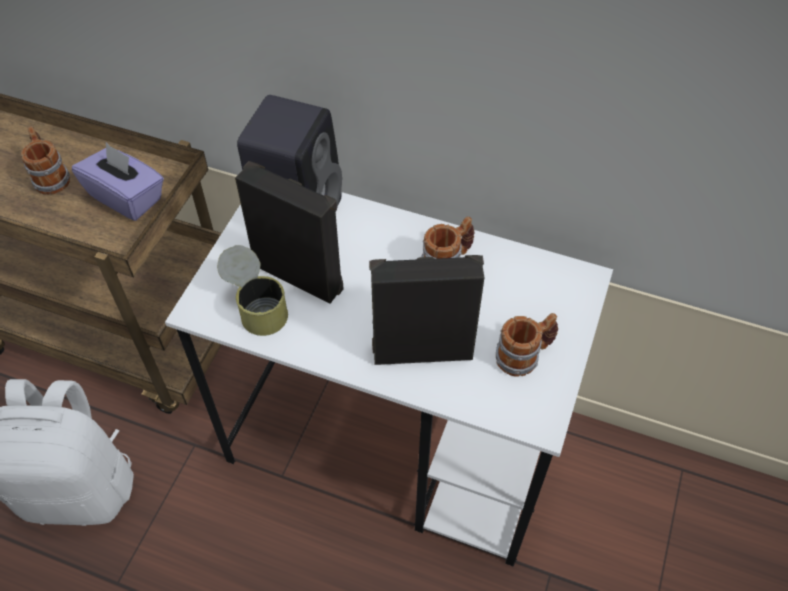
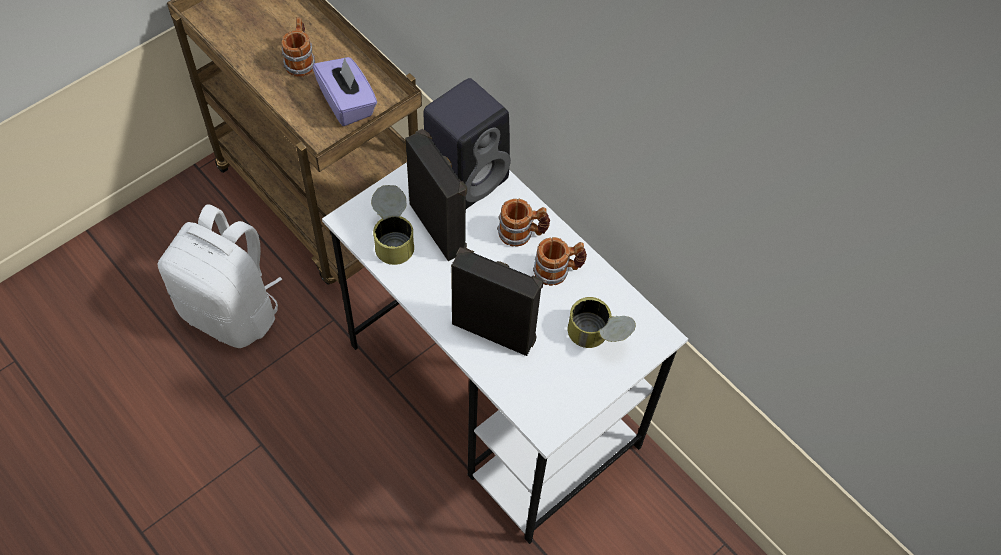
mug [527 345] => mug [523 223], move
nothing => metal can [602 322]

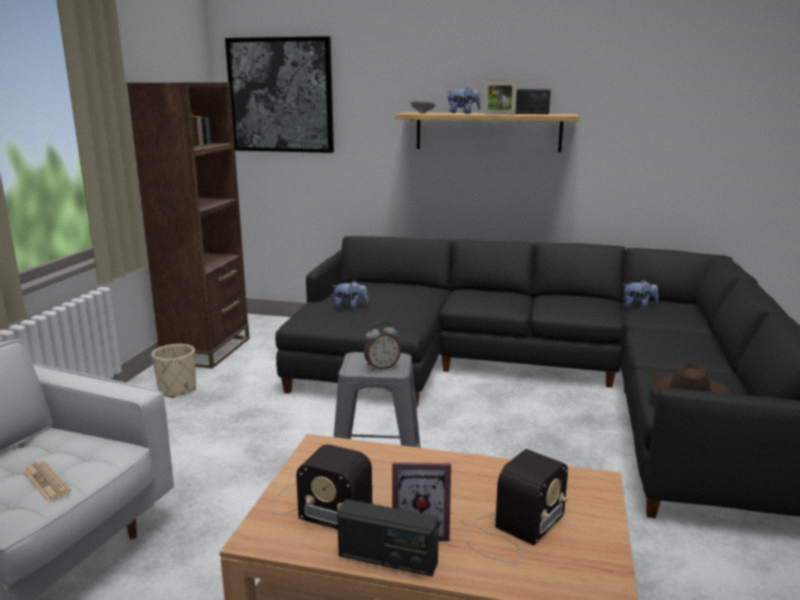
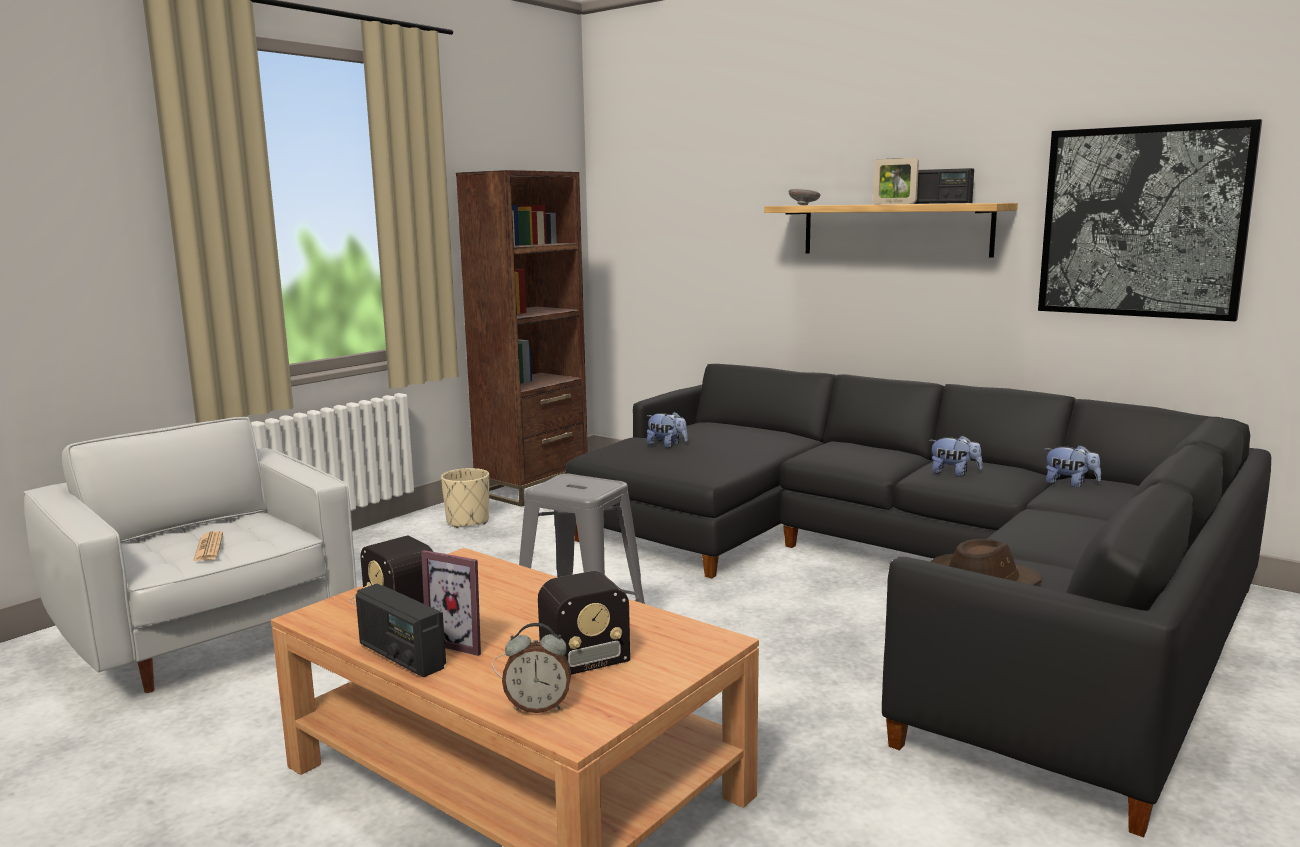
alarm clock [382 345] => alarm clock [536 668], move
plush toy [464 101] => plush toy [955 456], move
wall art [279 94] => wall art [1150 220], move

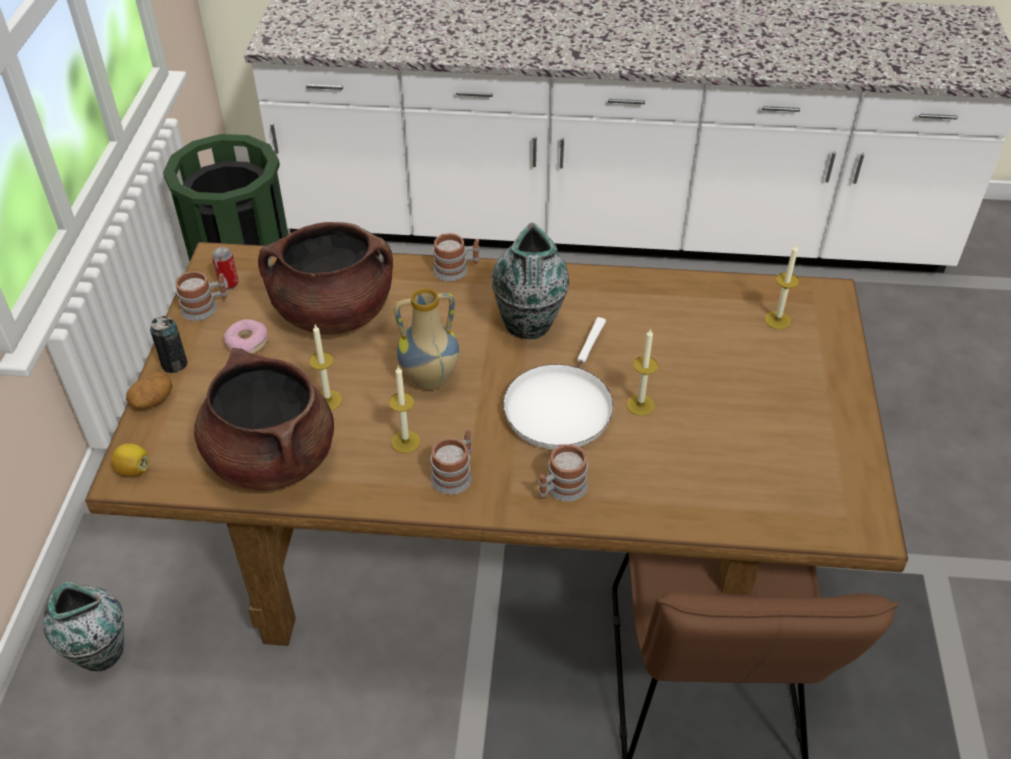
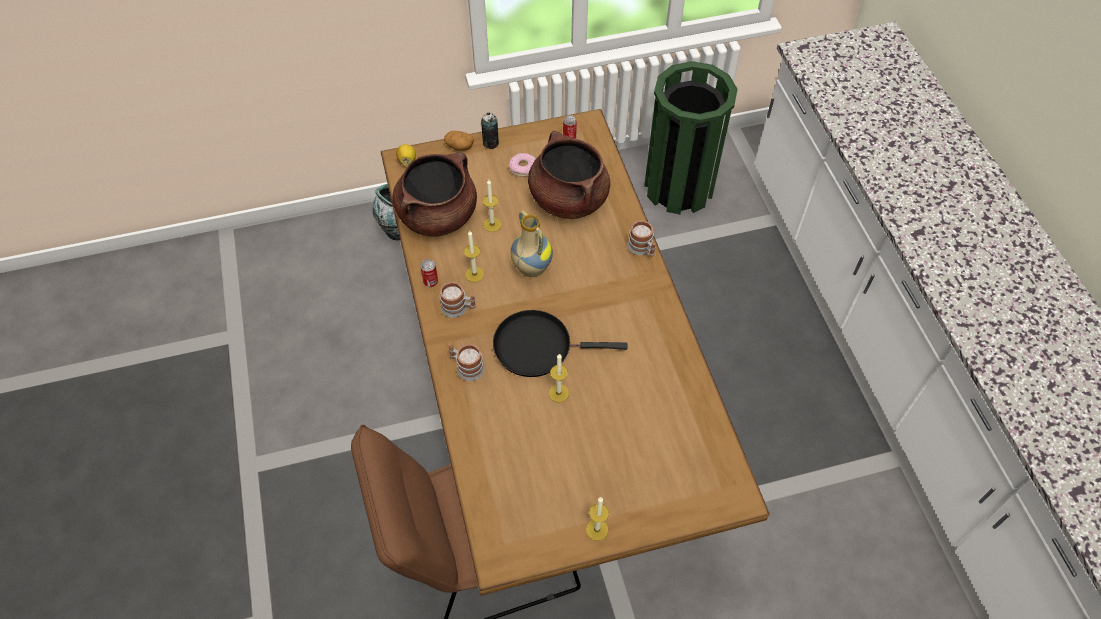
nothing => metal can [429 273]
white-coloured skillet [558 383] => blackish skillet [560 343]
wax candle [782 286] => wax candle [597 519], move
mug [201 296] => nothing
decorative vase [530 280] => nothing

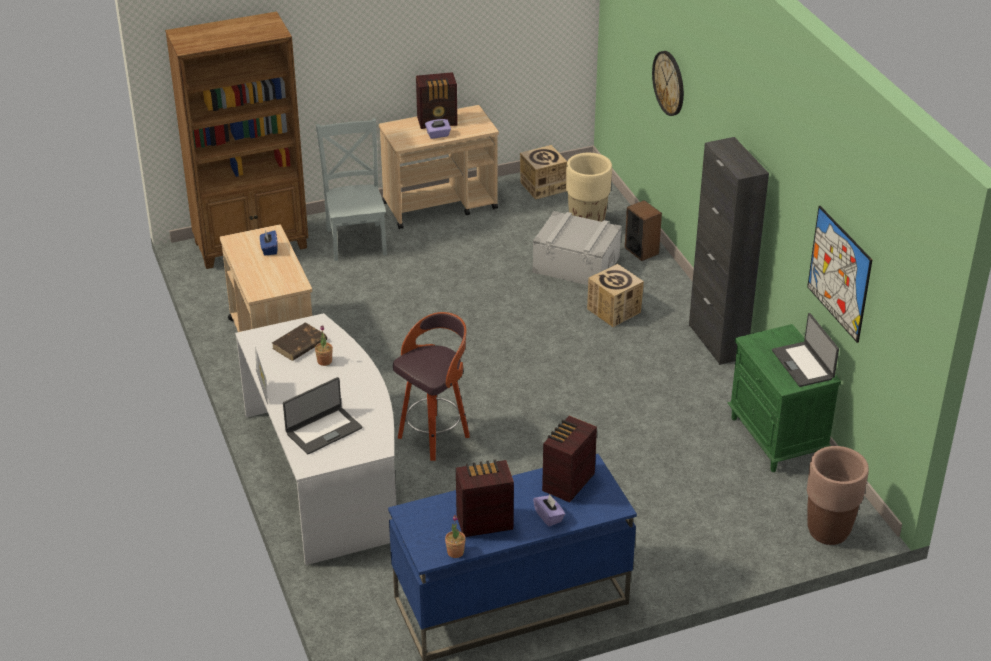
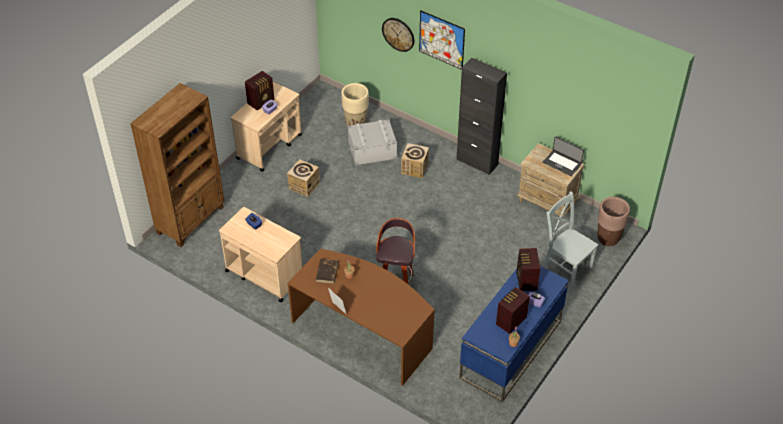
packing box [543 172] => packing box [303 178], move
white-coloured desk unit [315 439] => brownish desk unit [361 317]
wall art [839 274] => wall art [442 40], move
greenish night table [784 398] => beige night table [551 180]
gray chair [351 189] => gray chair [570 238], move
portable computer [322 416] => nothing
speaker [643 230] => nothing

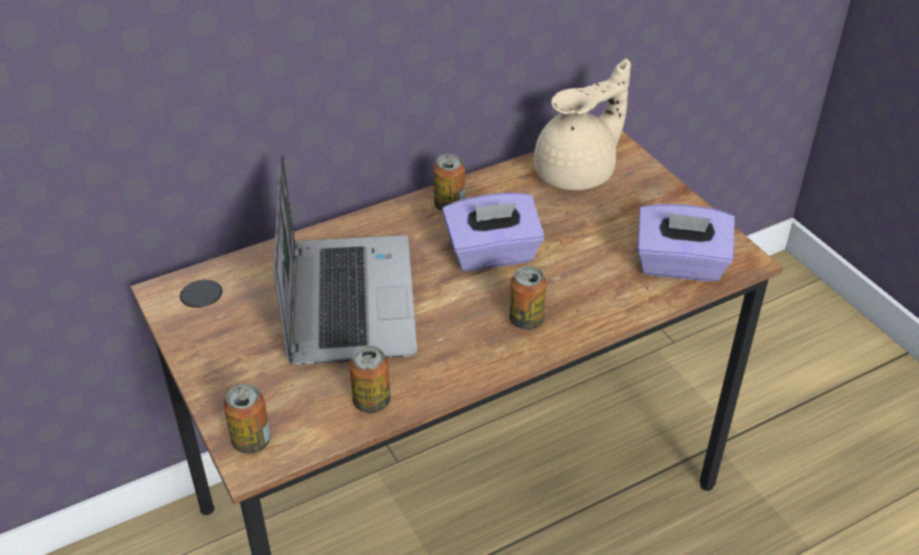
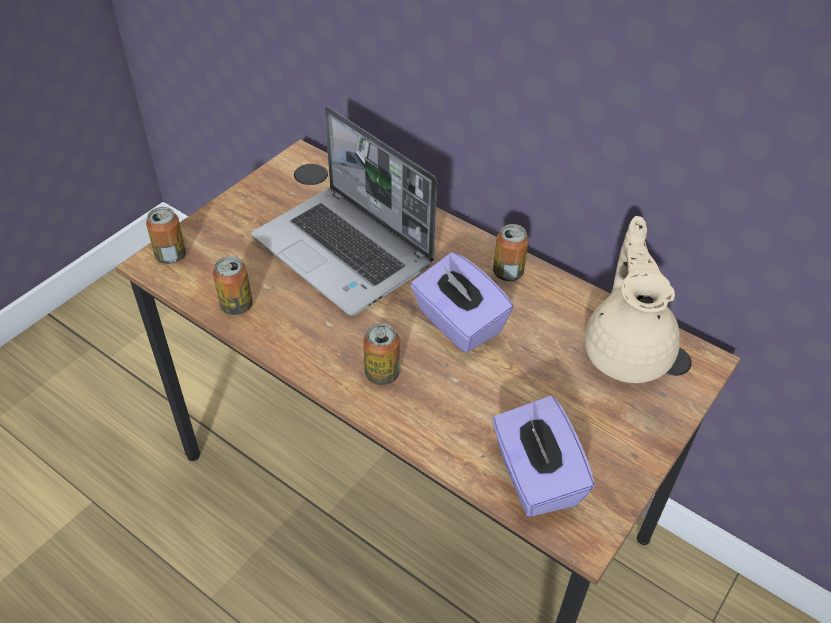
portable computer [345 259] => portable computer [344 211], 75 degrees clockwise
beige tea pot [582 124] => beige tea pot [632 299], 120 degrees counterclockwise

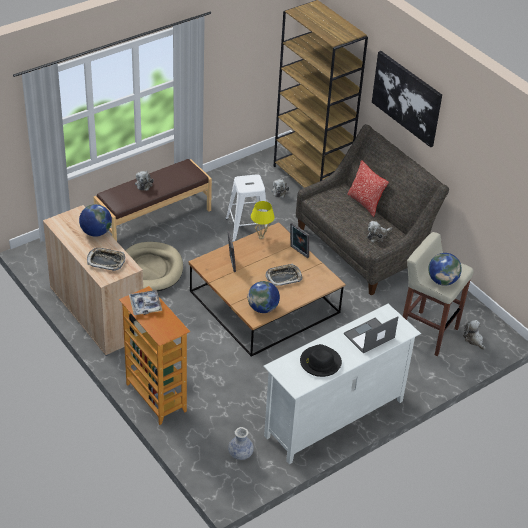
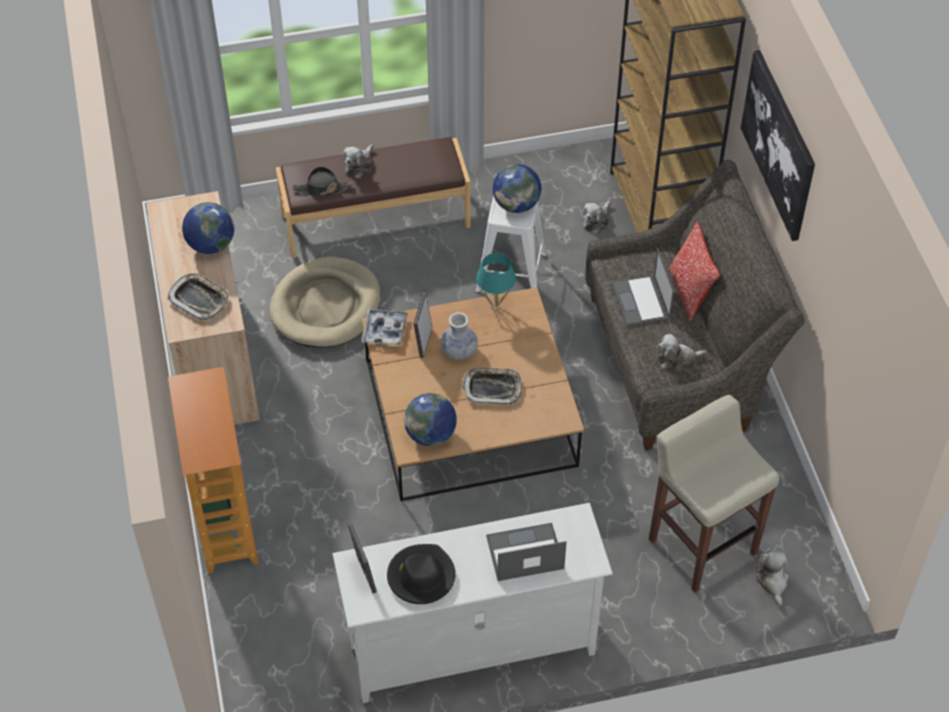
nothing => blackish wearable hat [322 181]
picture frame [299 240] => picture frame [362 558], move
serving tray [145 302] => serving tray [384 327], move
decorative vase [241 443] => decorative vase [459 336], move
yellowish table lamp [263 220] => turquoise table lamp [496 281]
desk globe [445 269] => desk globe [517 188], move
nothing => portable computer [643 287]

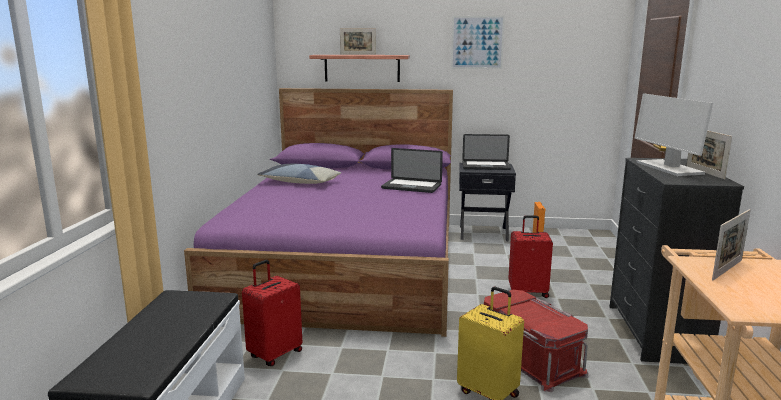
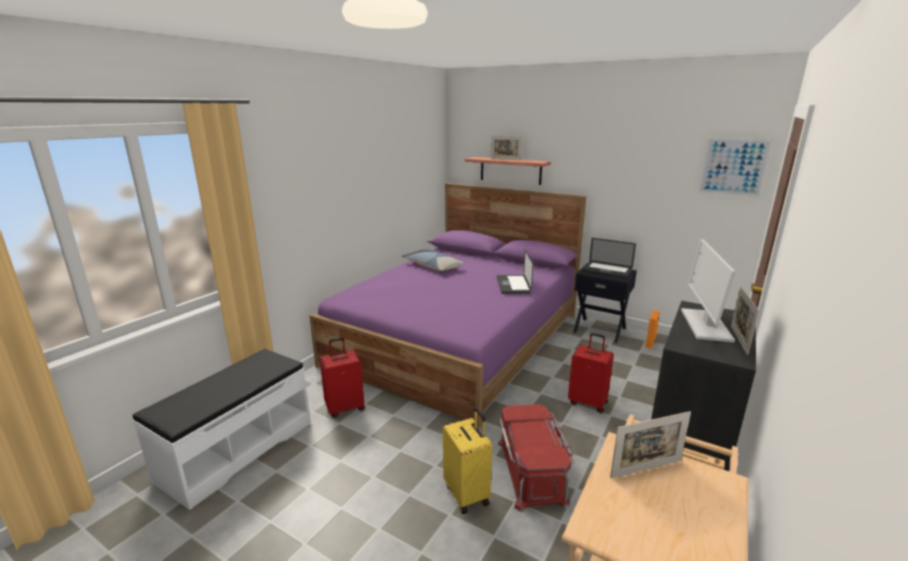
portable computer [412 170] => portable computer [515 271], 45 degrees clockwise
wall art [478 42] => wall art [736 167], move

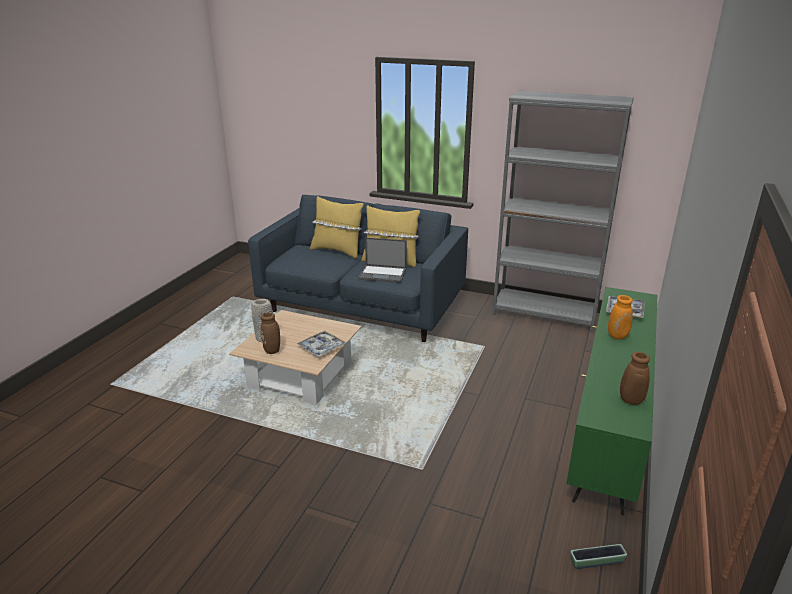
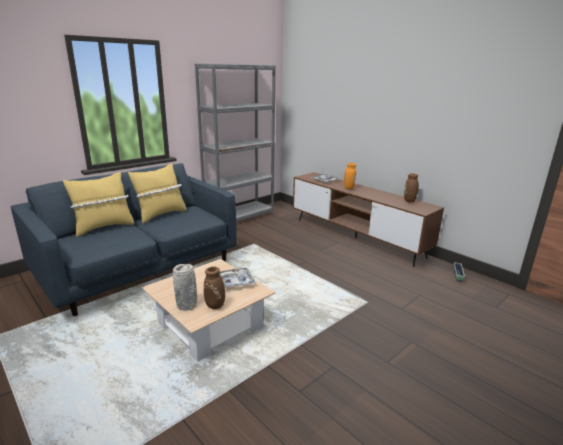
greenish tv unit [611 401] => brownish tv unit [368 219]
portable computer [382 260] => nothing

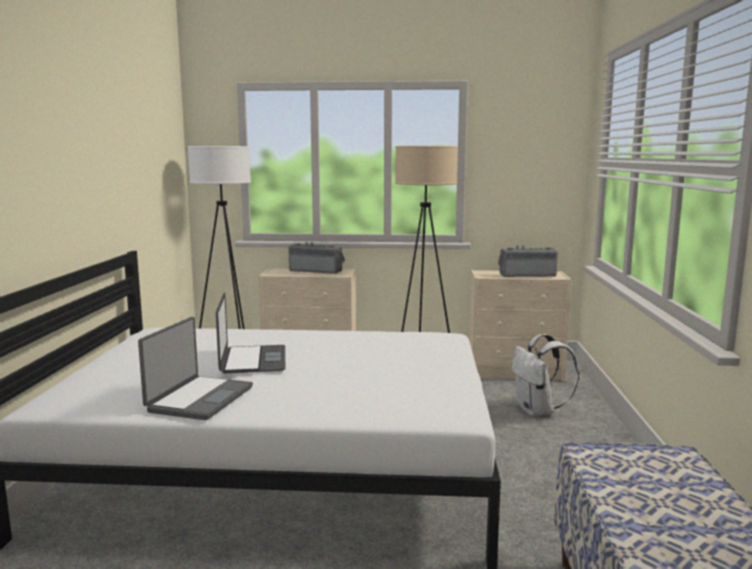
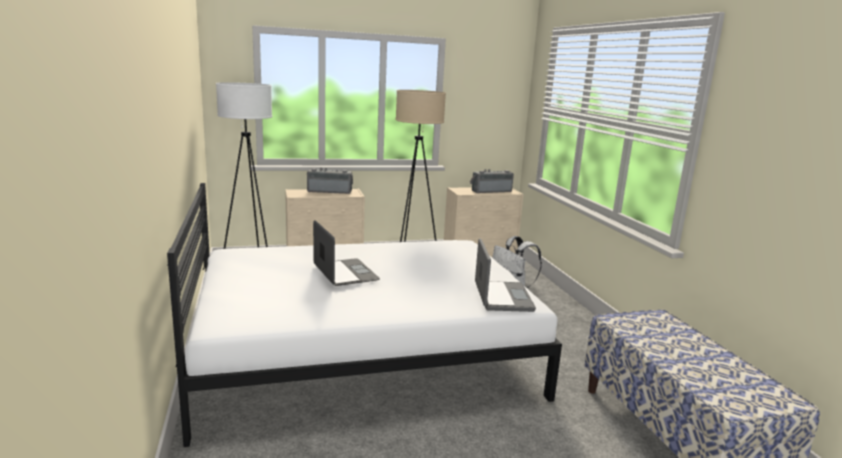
portable computer [195 368] => portable computer [505 275], move

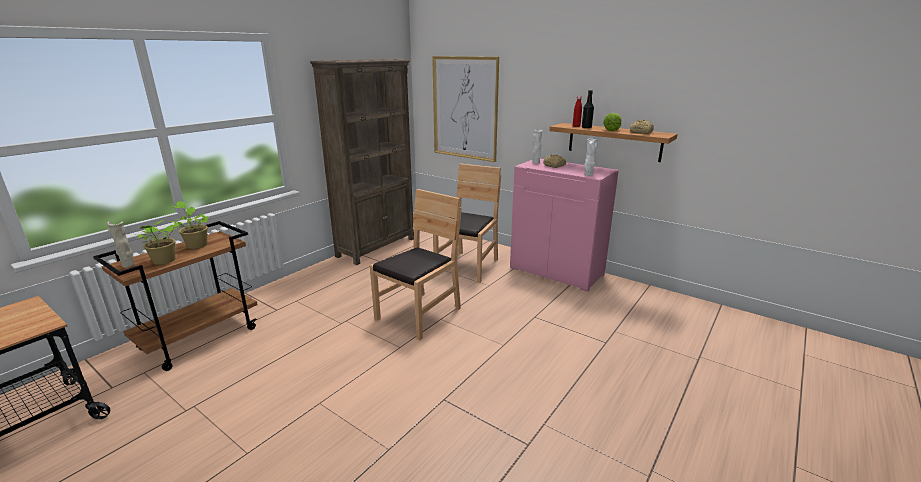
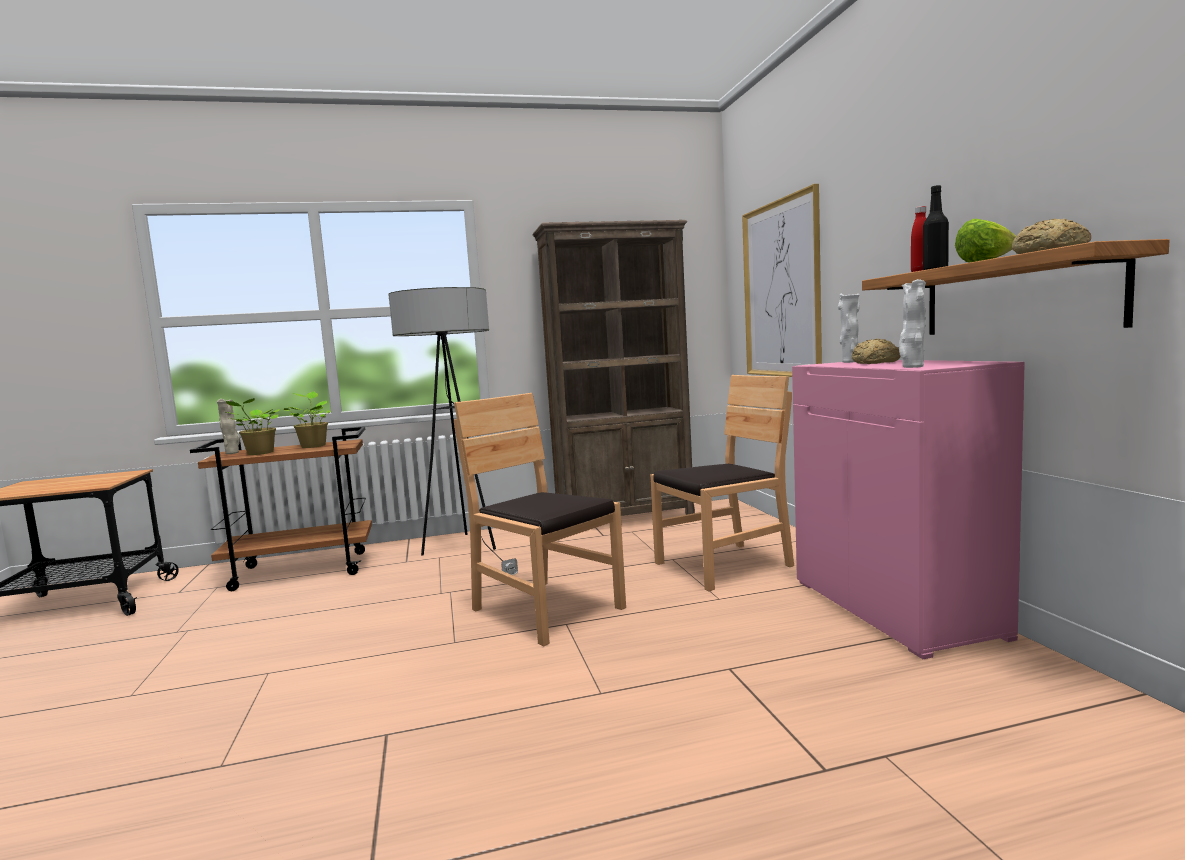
nothing => floor lamp [453 431]
brownish chair [416 265] => brownish chair [540 520], 120 degrees counterclockwise

